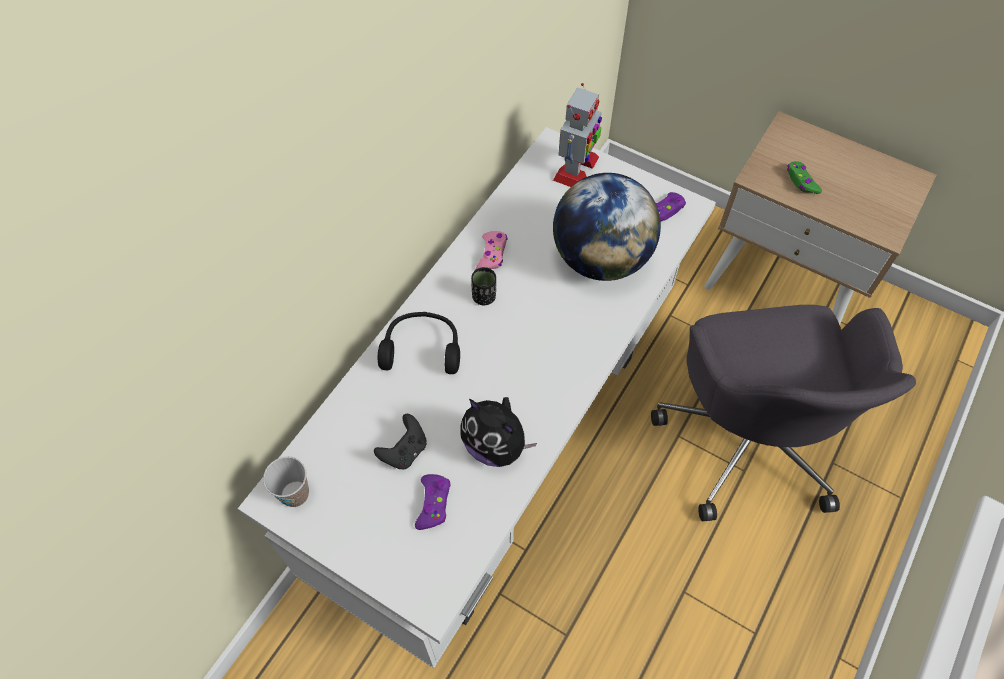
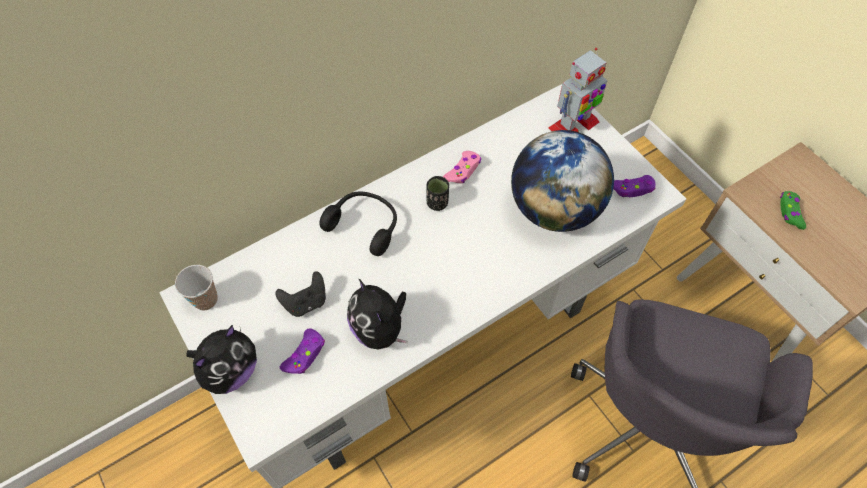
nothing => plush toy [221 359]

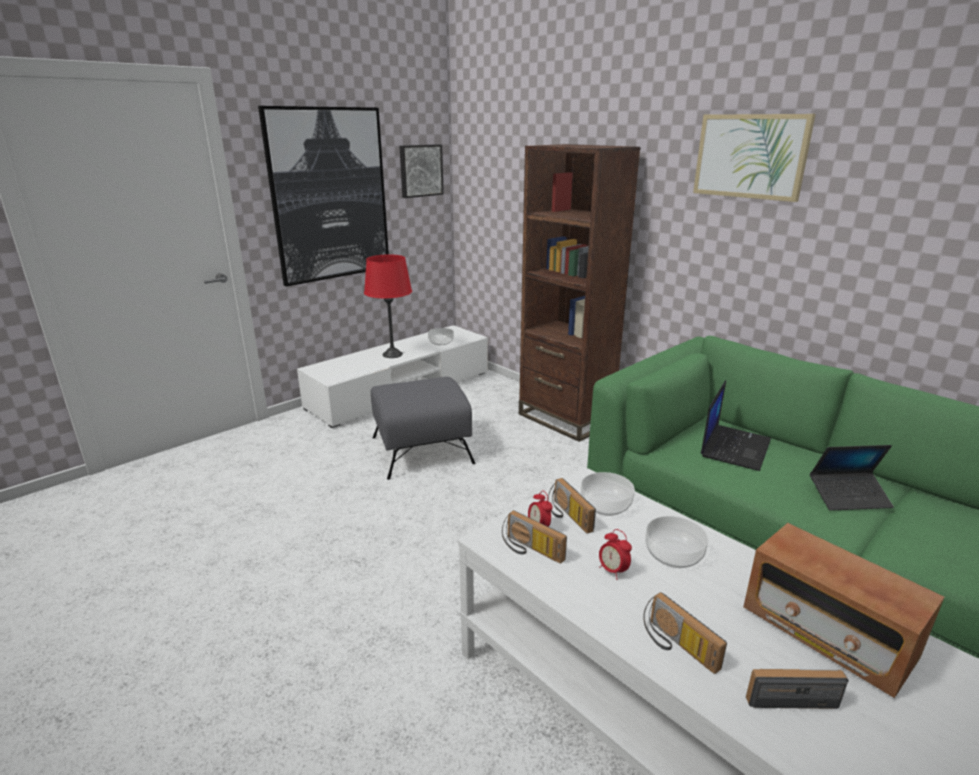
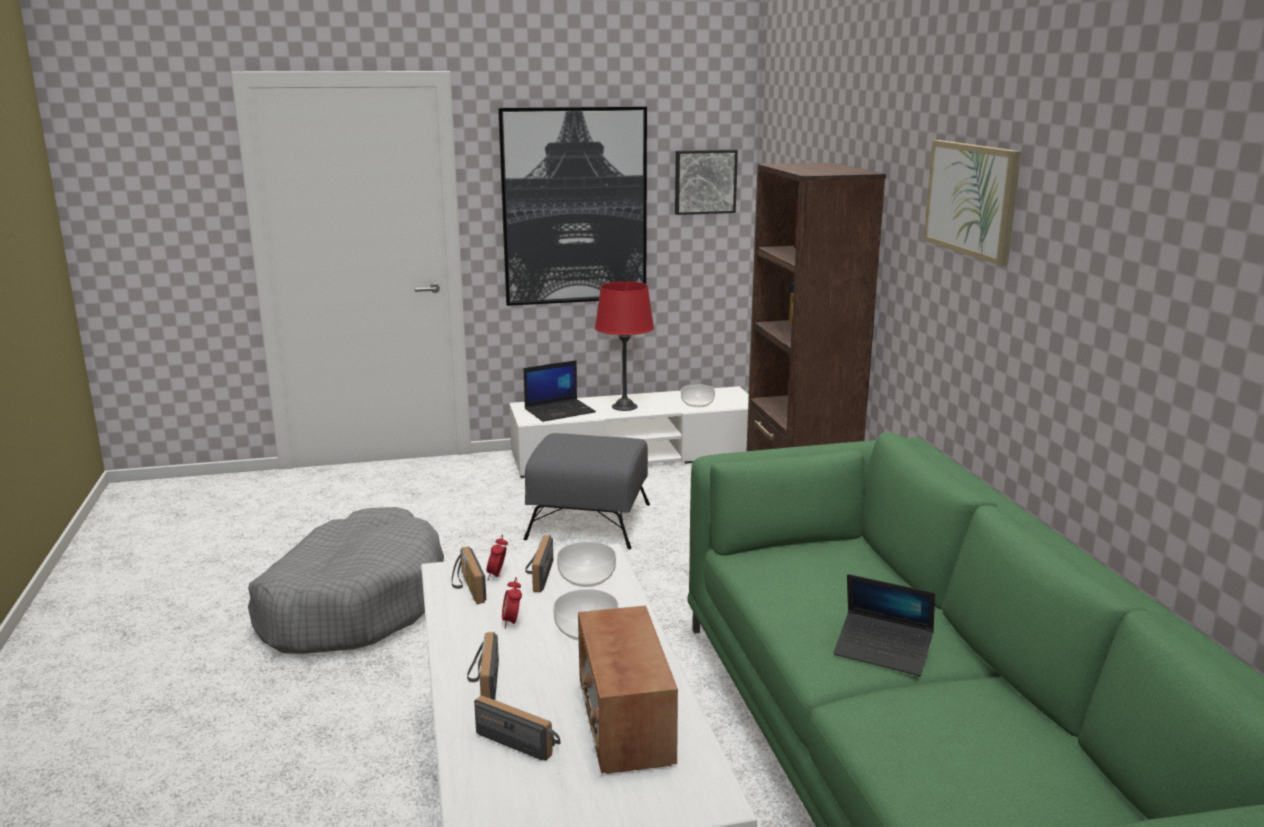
nothing => gray pet bed [346 580]
portable computer [736 425] => portable computer [560 391], move

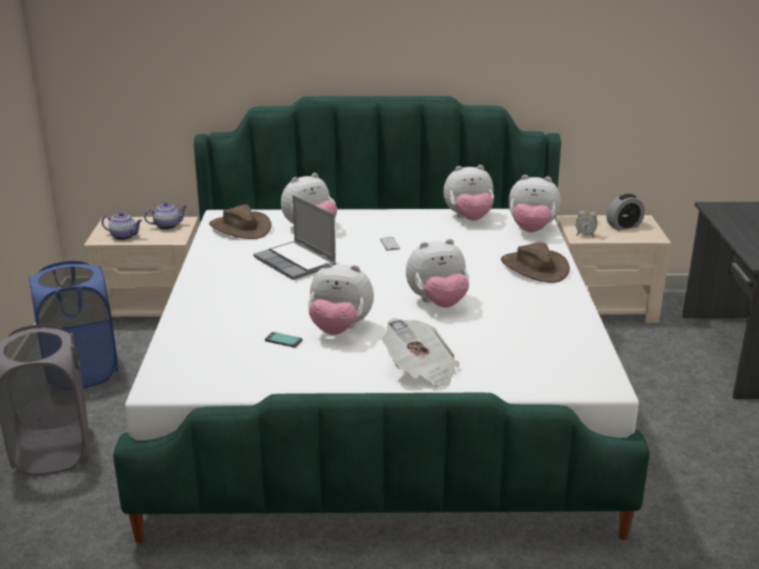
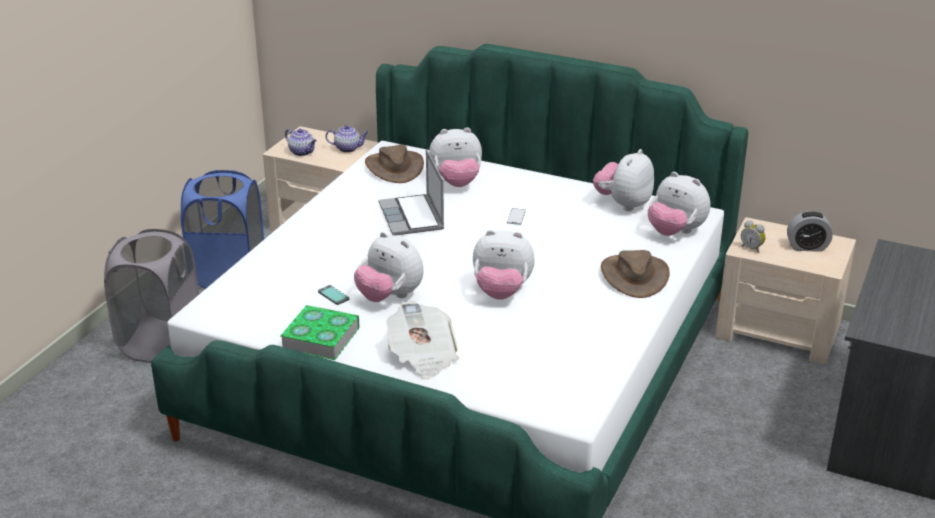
nothing => book [320 332]
plush toy [468 193] => plush toy [623 180], 105 degrees clockwise

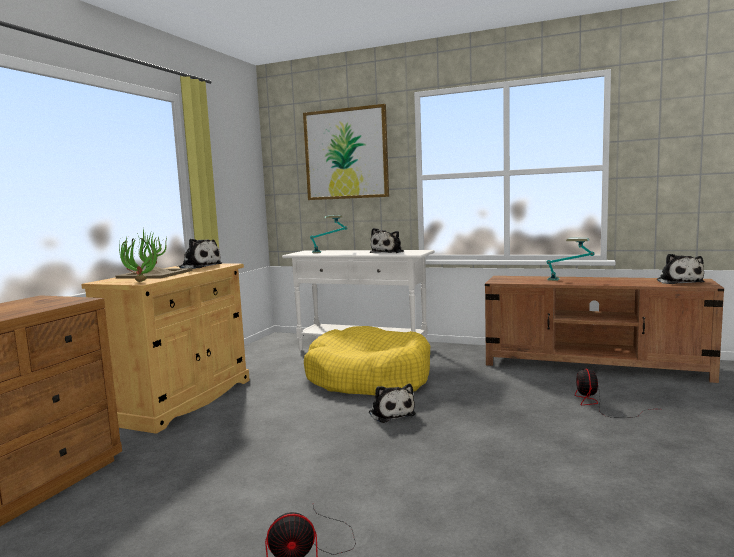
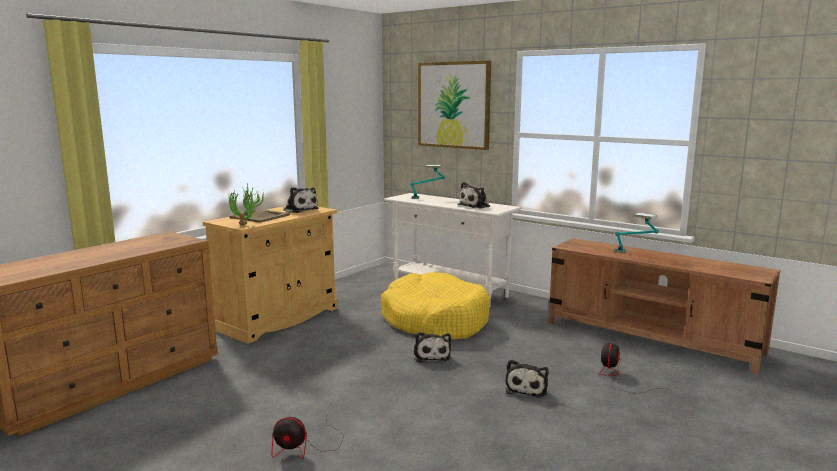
plush toy [681 269] => plush toy [527 379], move

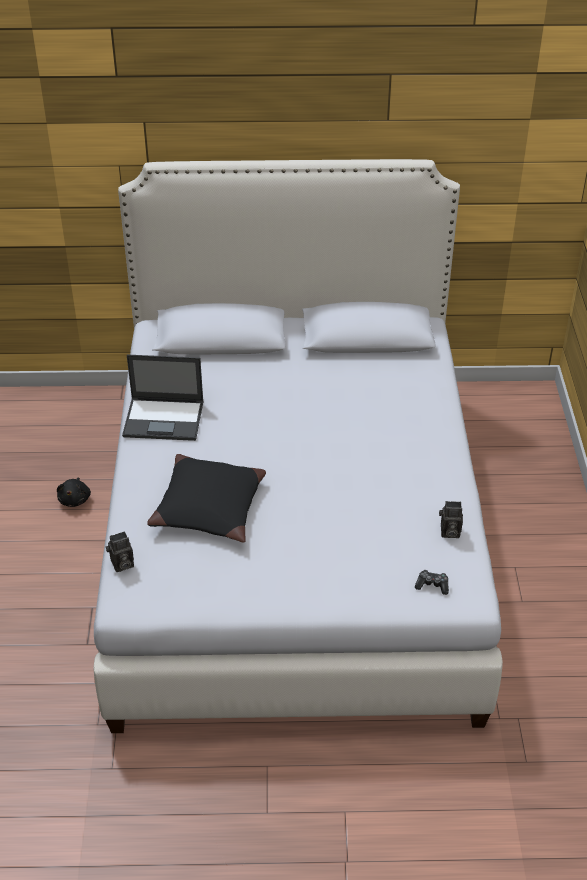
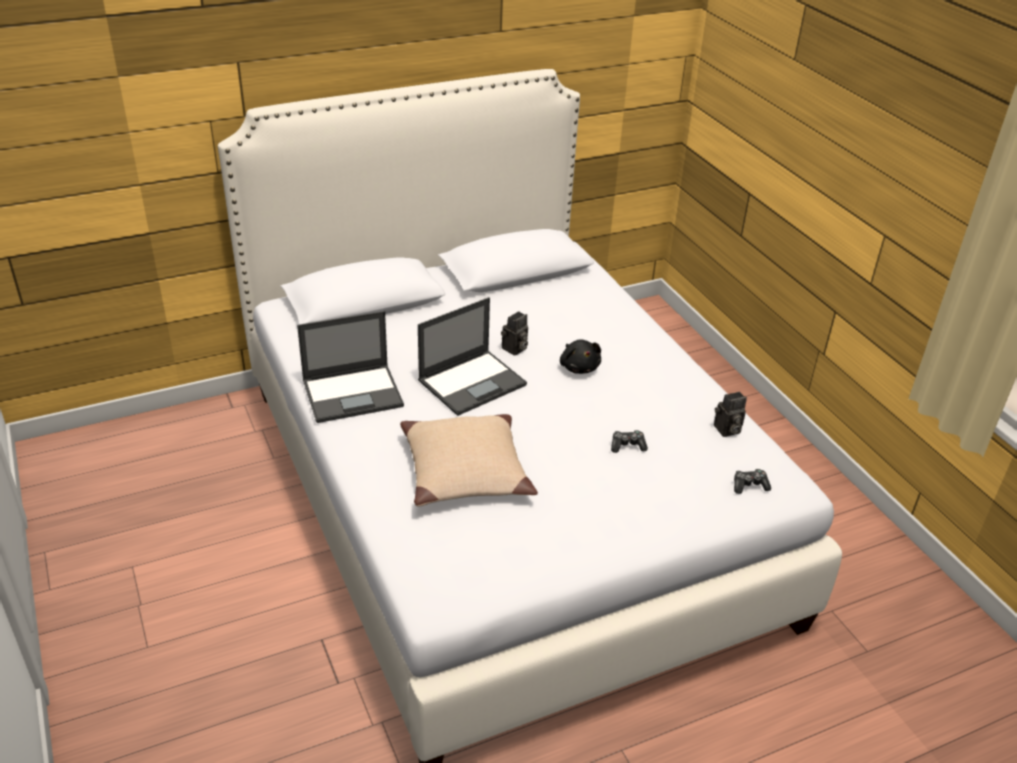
blackish pillow [206 498] => beige pillow [469 460]
nothing => portable computer [472 356]
still camera [120 551] => still camera [514 333], move
blackish plush toy [74 492] => blackish plush toy [580 356], move
nothing => gamepad [629 441]

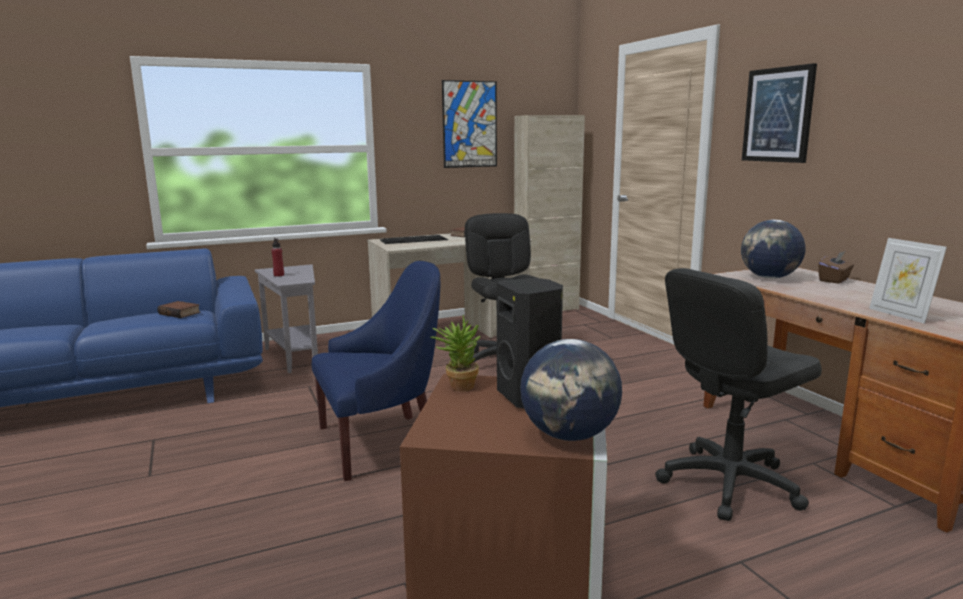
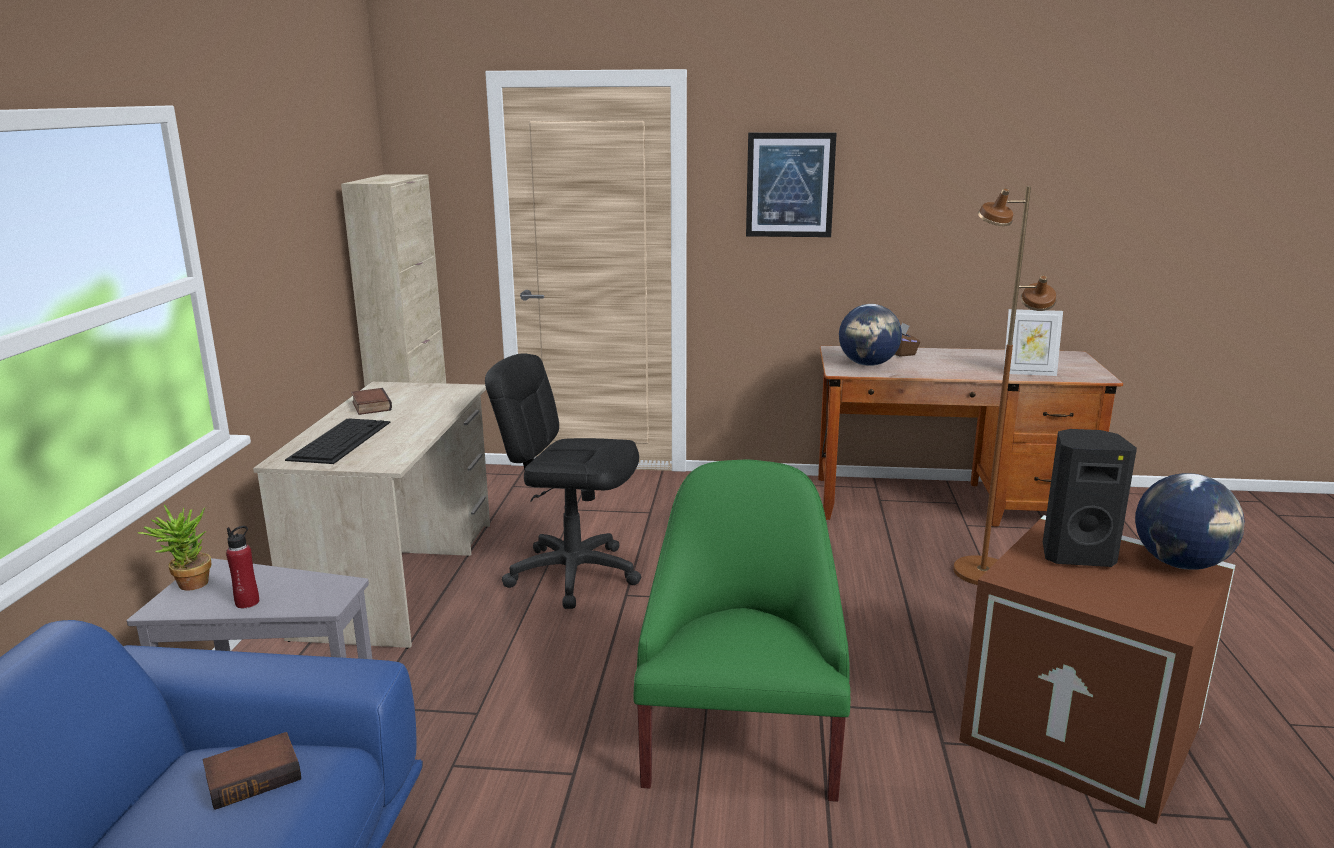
potted plant [455 353] => potted plant [174 547], move
blue armchair [376 371] => greenish armchair [741 631]
blackish desk chair [738 394] => brownish floor lamp [1004 385]
wall art [469 124] => nothing

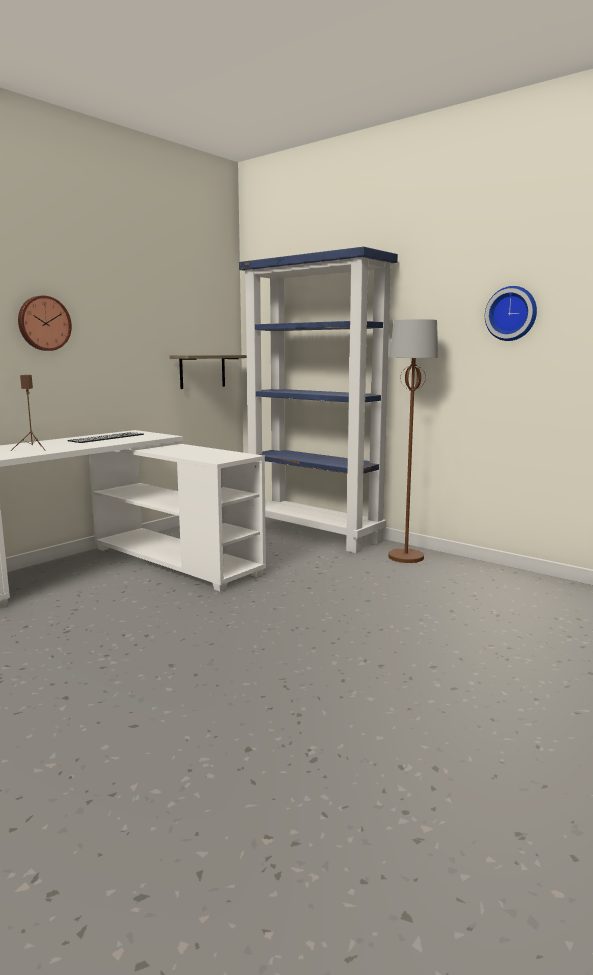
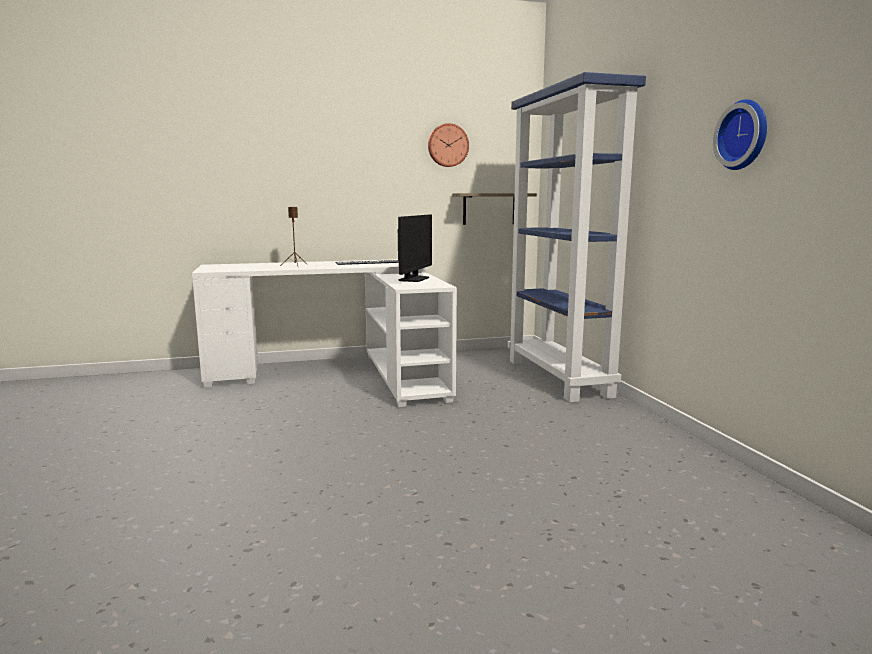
nothing => monitor [415 248]
clock on the wall [45 323] => clock on the wall [448 145], move
brownish floor lamp [413 441] => nothing

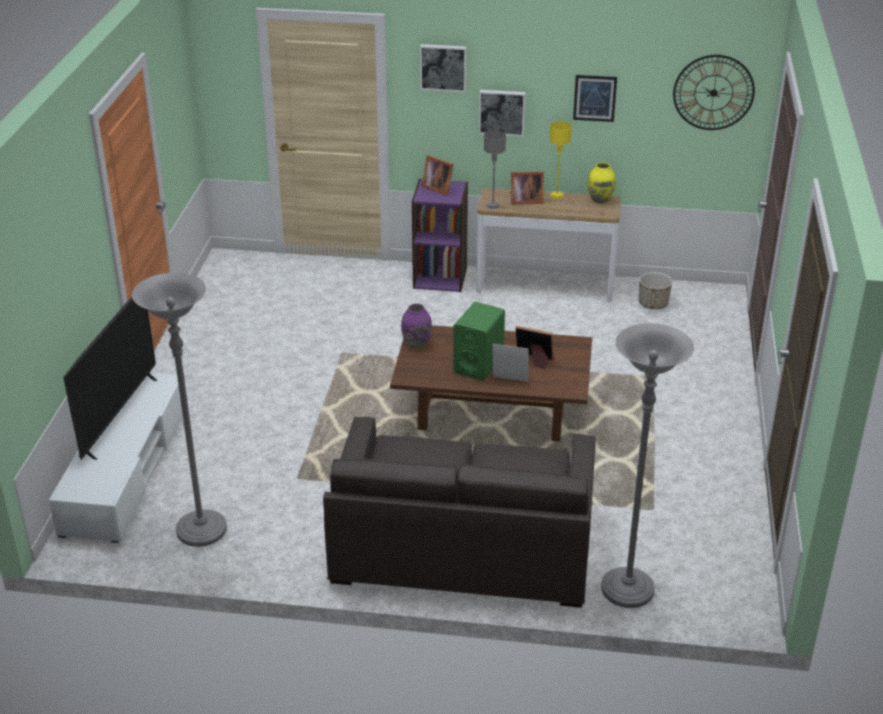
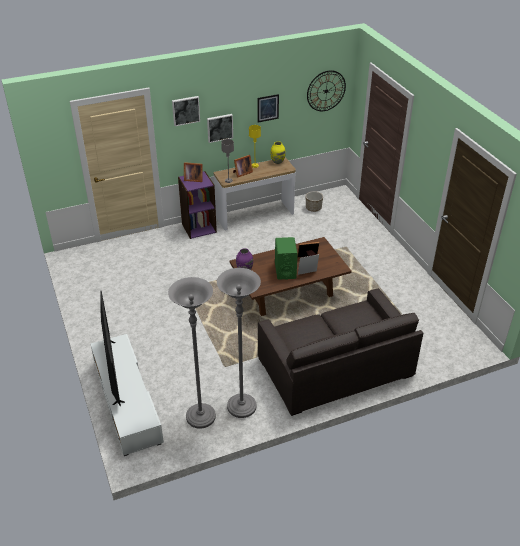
gray floor lamp [647 465] => gray floor lamp [239 343], move

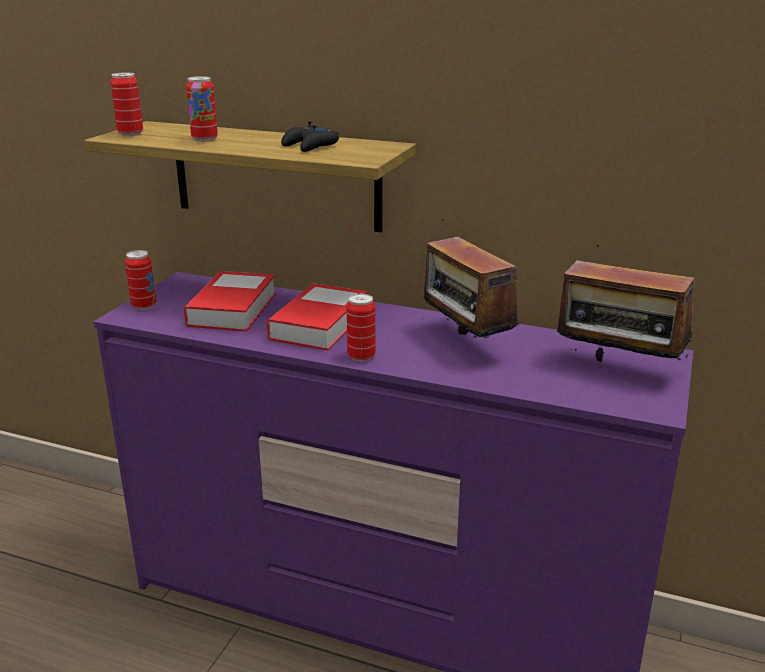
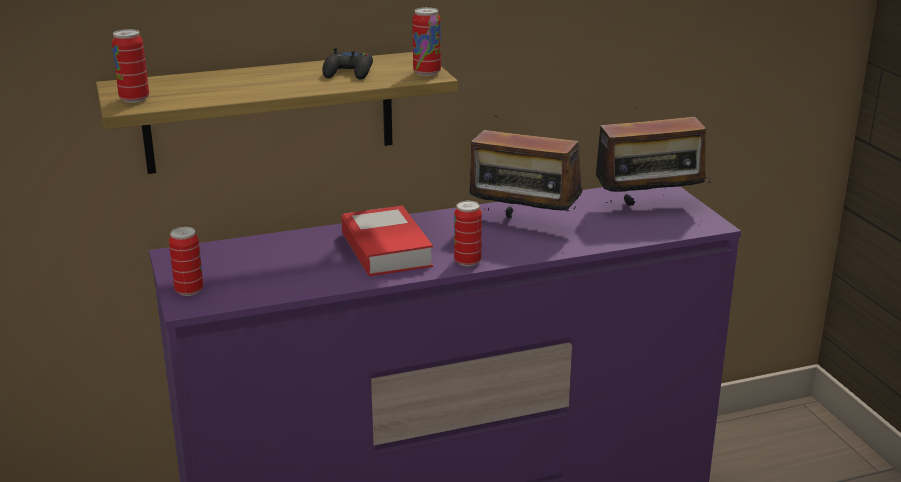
metal can [202 109] => metal can [426 41], move
book [230 301] => nothing

